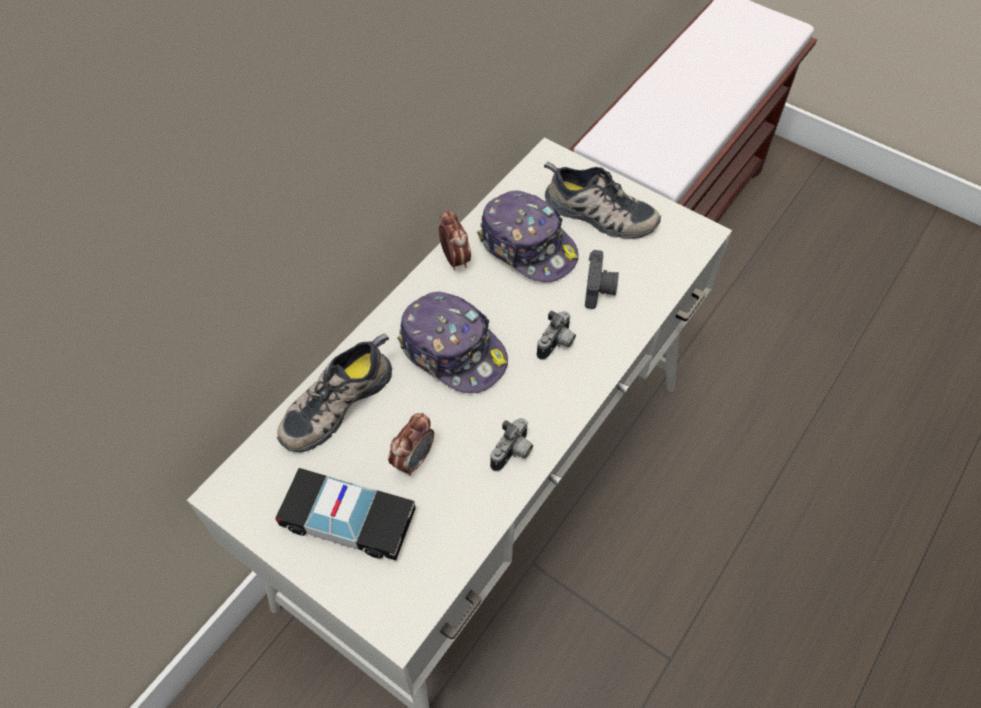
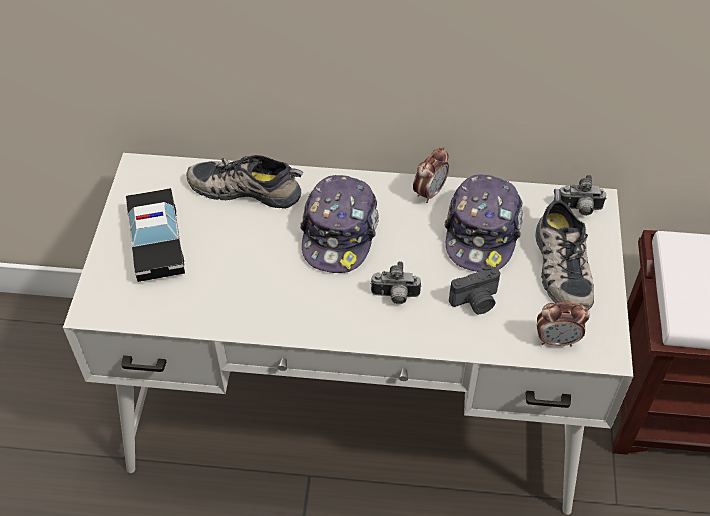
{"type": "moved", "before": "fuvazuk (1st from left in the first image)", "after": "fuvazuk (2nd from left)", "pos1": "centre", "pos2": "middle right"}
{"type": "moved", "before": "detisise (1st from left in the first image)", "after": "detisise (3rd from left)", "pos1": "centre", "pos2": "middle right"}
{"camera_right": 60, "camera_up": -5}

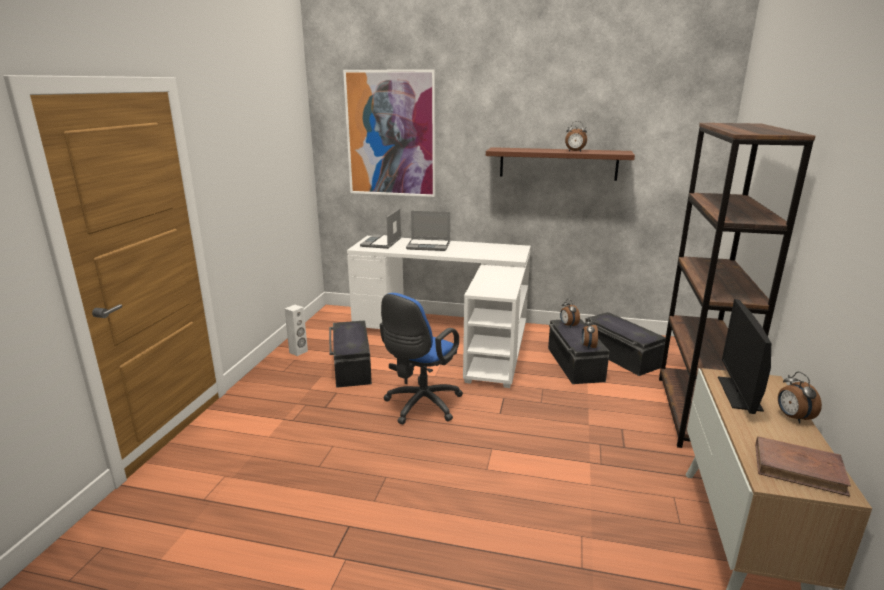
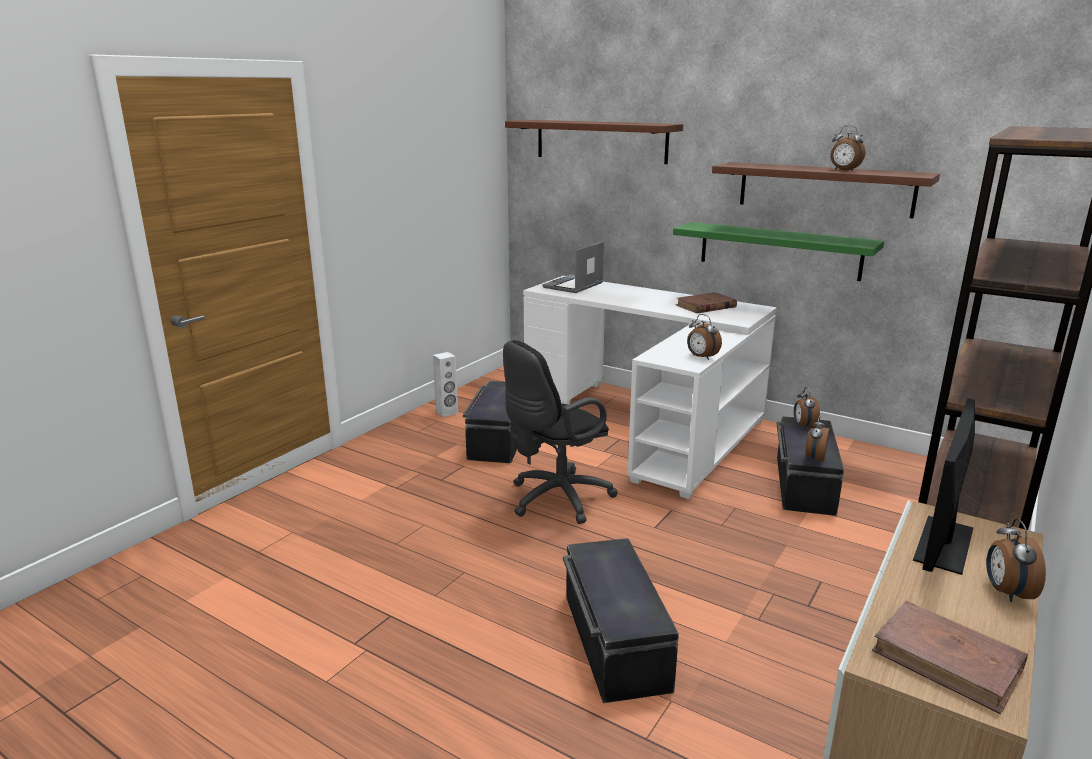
{"type": "replaced", "before": "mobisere", "after": "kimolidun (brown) (1st from left)", "pos1": "top centre", "pos2": "top centre"}
{"type": "recoloured", "before": "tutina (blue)", "after": "tutina (black)", "pos1": "centre", "pos2": "centre"}
{"type": "removed", "before": "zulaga (2nd from left)", "pos1": "centre"}
{"type": "moved", "before": "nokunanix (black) (3rd from left in the first image)", "after": "nokunanix (black) (2nd from left)", "pos1": "middle right", "pos2": "bottom centre"}
{"type": "added", "after": "kimolidun (green)", "pos2": "top right"}
{"type": "added", "after": "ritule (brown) (1st from left)", "pos2": "centre"}
{"type": "added", "after": "fuvazuk (1st from left)", "pos2": "centre"}
{"camera_right": 20, "camera_up": 0}

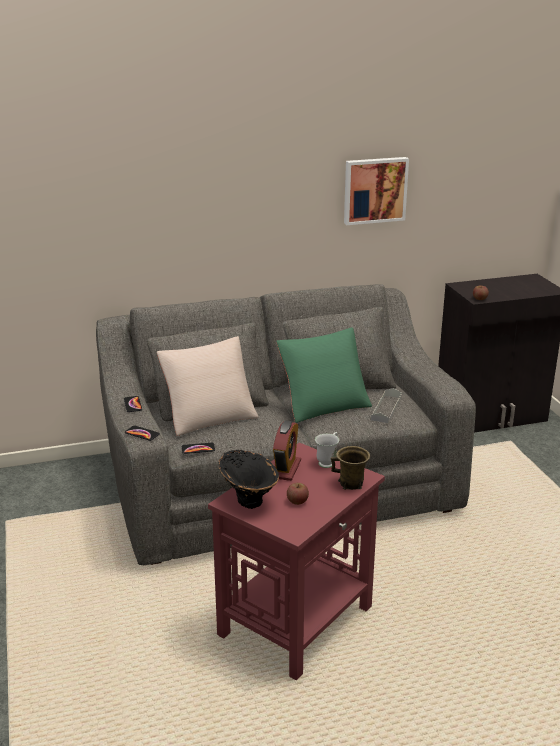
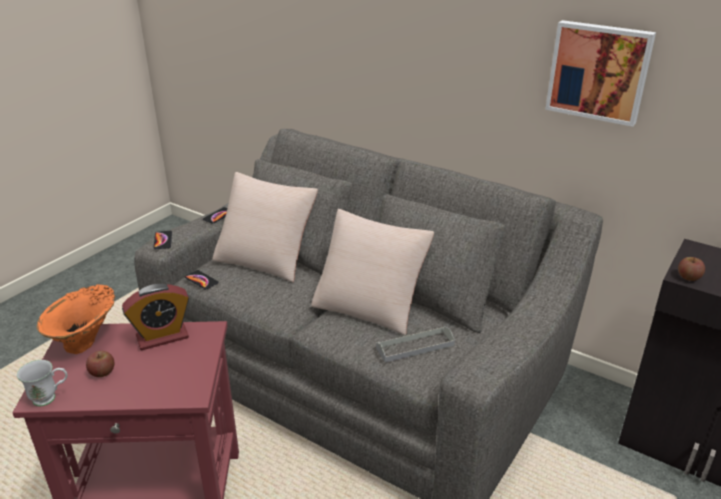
{"type": "recoloured", "before": "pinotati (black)", "after": "pinotati (orange)", "pos1": "centre", "pos2": "middle left"}
{"type": "recoloured", "before": "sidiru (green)", "after": "sidiru (beige) (2nd from left)", "pos1": "centre", "pos2": "centre"}
{"type": "moved", "before": "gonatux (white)", "pos1": "centre", "pos2": "bottom left"}
{"type": "removed", "before": "gonatux (brown)", "pos1": "centre"}
{"camera_right": 50, "camera_up": 5}

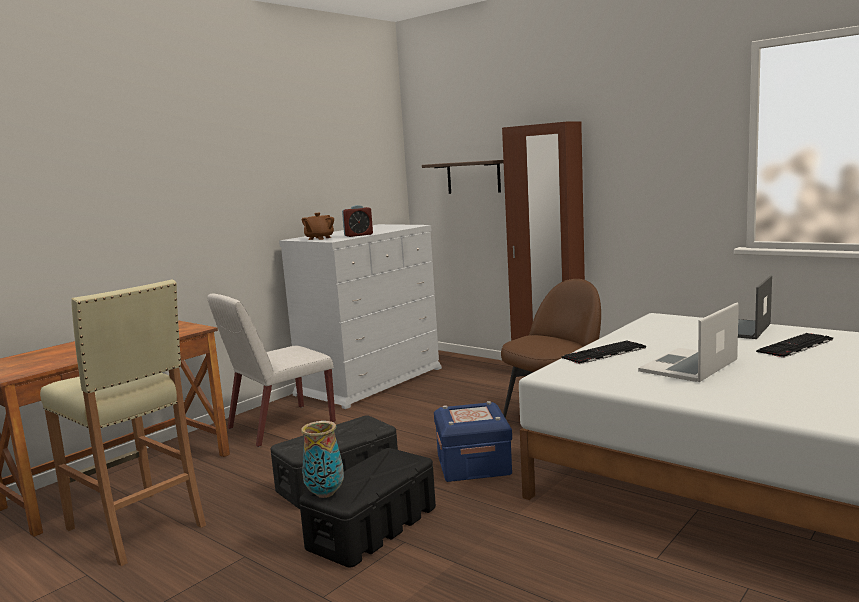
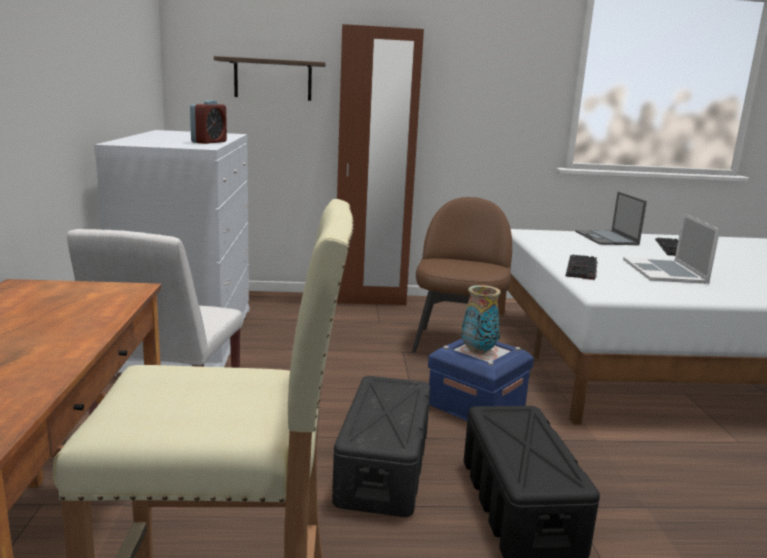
{"type": "moved", "before": "pinotati", "pos1": "bottom centre", "pos2": "centre"}
{"type": "removed", "before": "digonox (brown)", "pos1": "centre"}
{"camera_right": -45, "camera_up": 5}

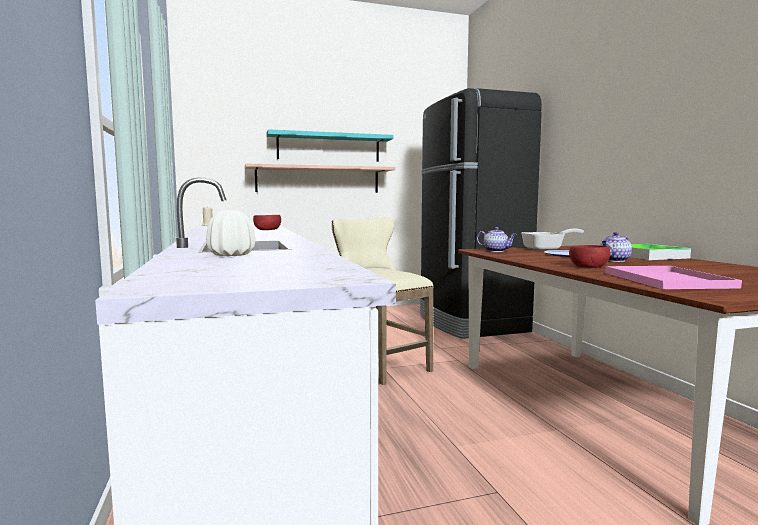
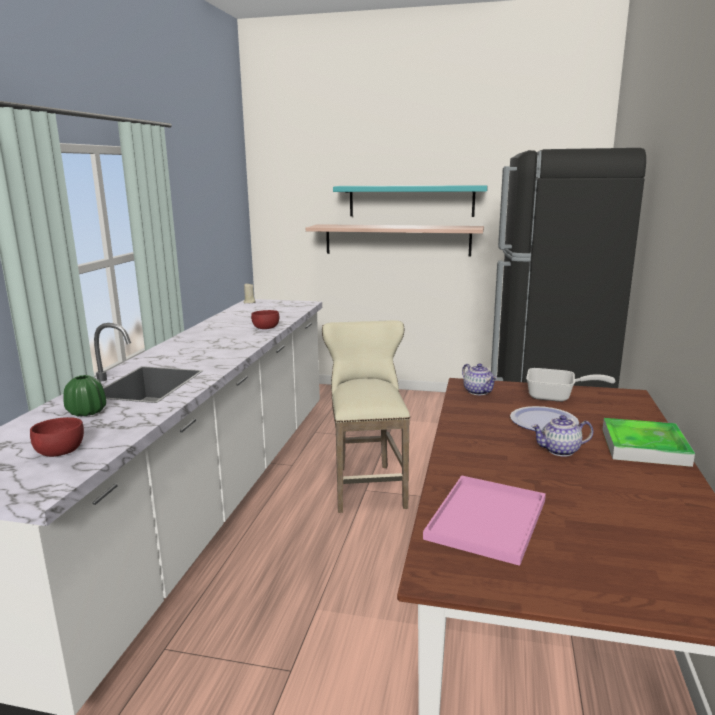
{"type": "recoloured", "before": "pinotati (white)", "after": "pinotati (green)", "pos1": "middle left", "pos2": "middle left"}
{"type": "moved", "before": "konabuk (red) (2nd from left in the first image)", "after": "konabuk (red) (1st from left)", "pos1": "middle right", "pos2": "middle left"}
{"camera_right": 30, "camera_up": 10}

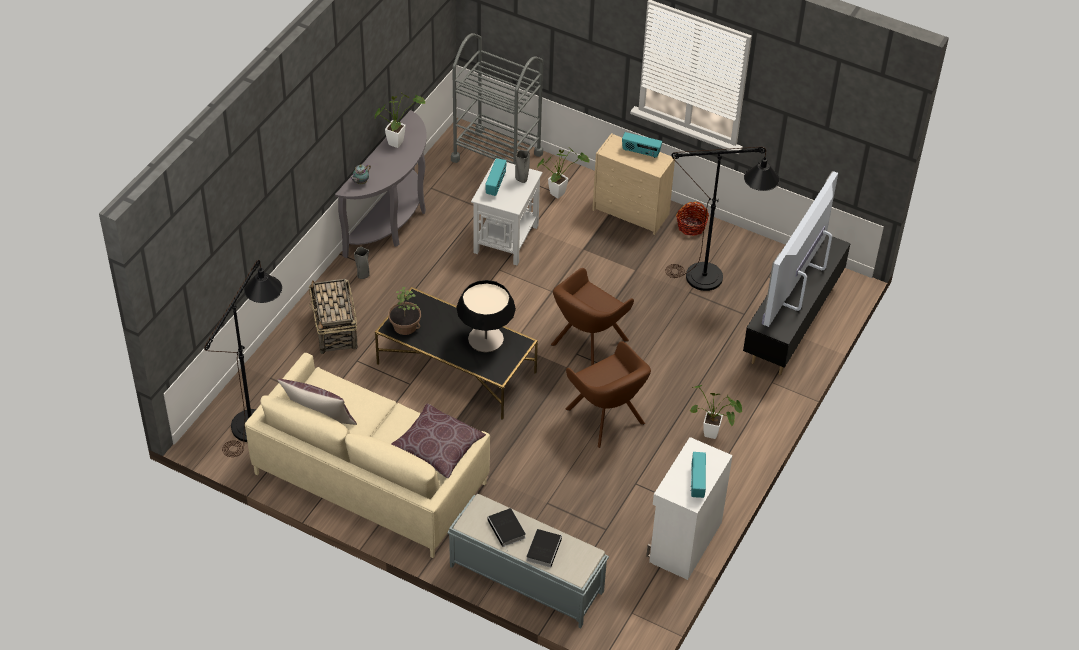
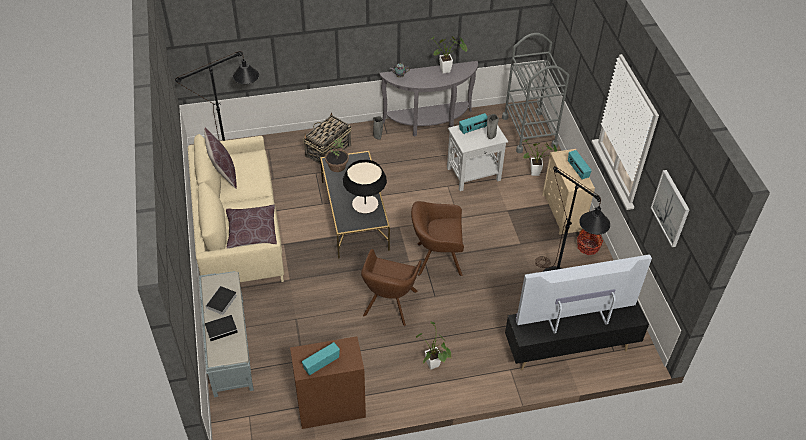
{"type": "recoloured", "before": "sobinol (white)", "after": "sobinol (brown)", "pos1": "bottom centre", "pos2": "bottom centre"}
{"type": "added", "after": "mobisere", "pos2": "middle right"}
{"camera_right": 50, "camera_up": 0}

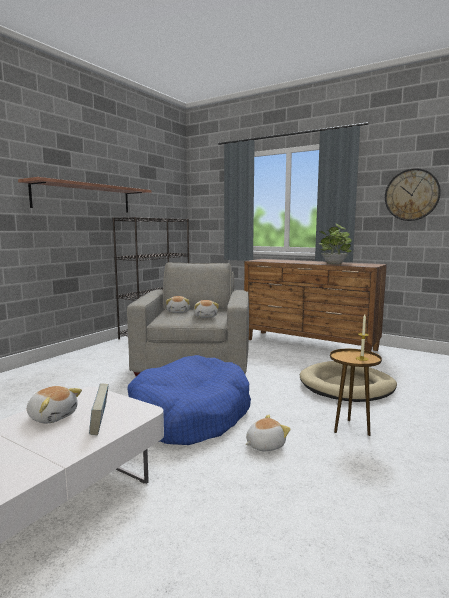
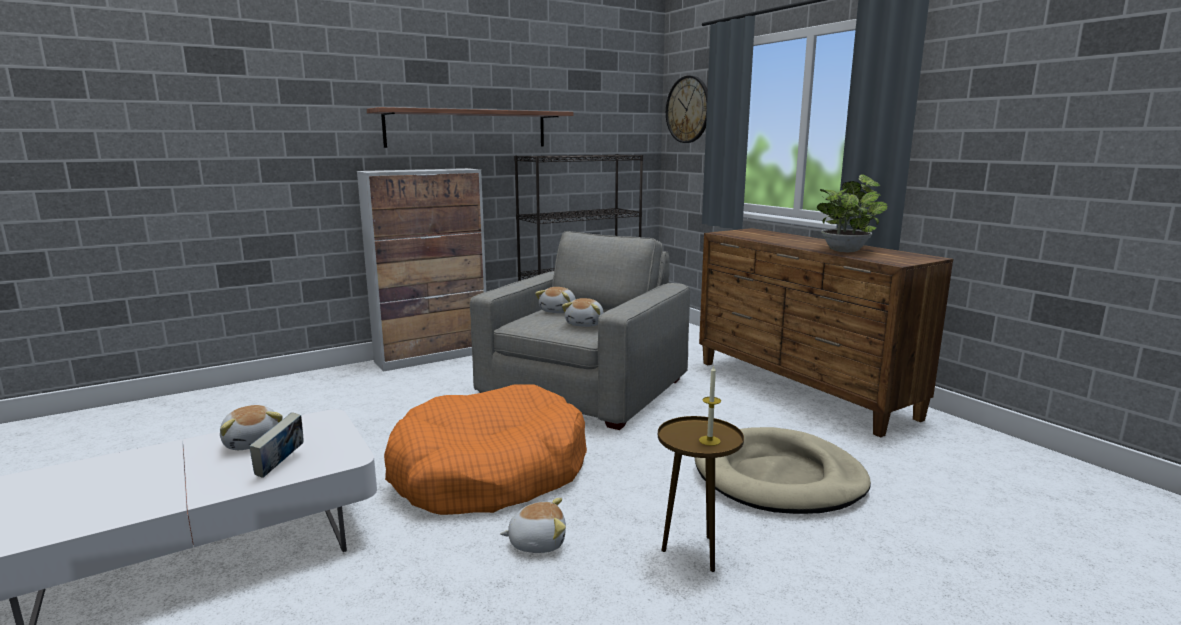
{"type": "recoloured", "before": "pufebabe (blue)", "after": "pufebabe (orange)", "pos1": "bottom centre", "pos2": "bottom centre"}
{"type": "moved", "before": "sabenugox", "pos1": "top right", "pos2": "top centre"}
{"type": "added", "after": "sobinol", "pos2": "centre"}
{"camera_right": 25, "camera_up": 5}

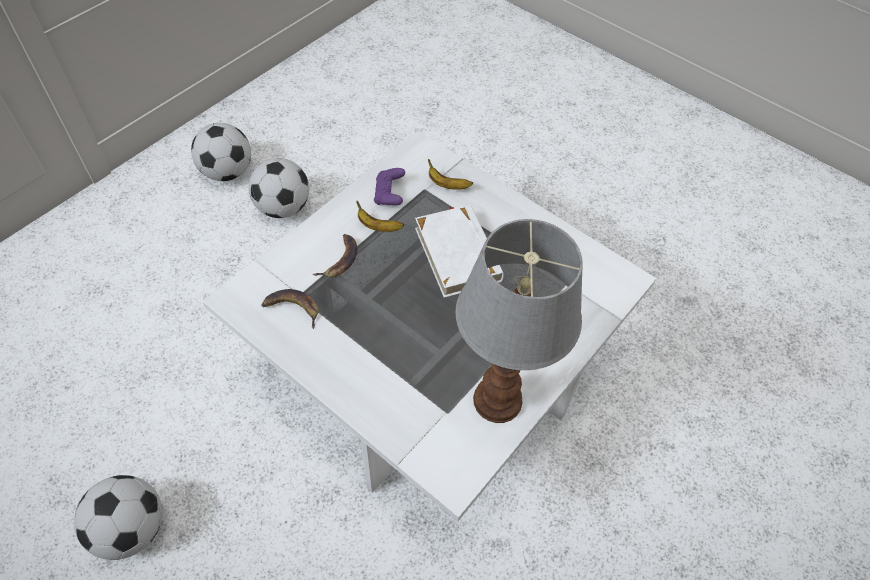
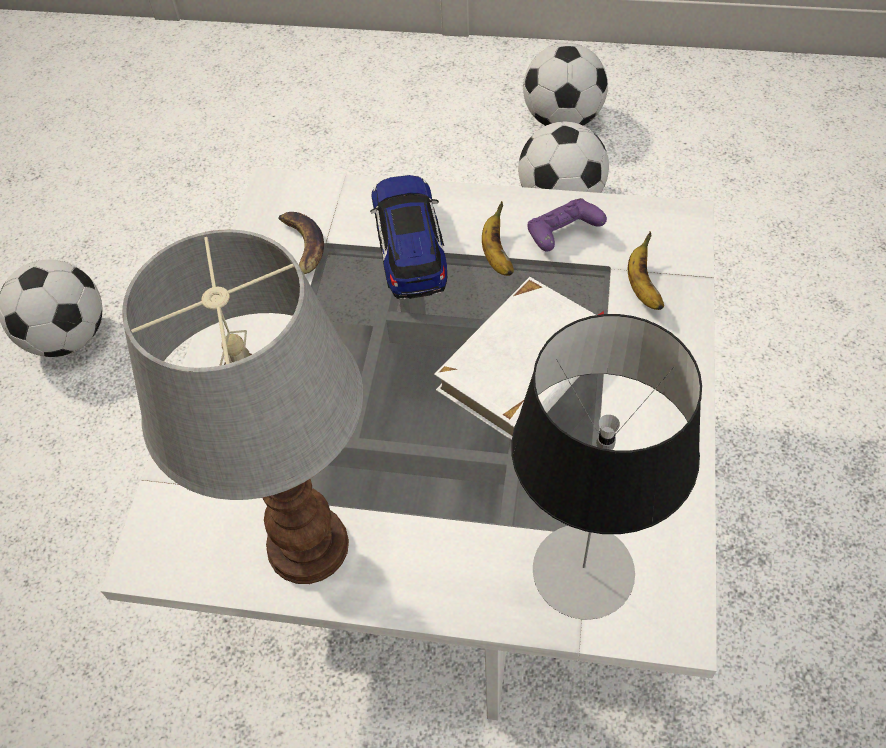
{"type": "replaced", "before": "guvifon (2nd from left)", "after": "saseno", "pos1": "centre", "pos2": "top centre"}
{"type": "added", "after": "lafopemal (2nd from left)", "pos2": "middle right"}
{"camera_right": 65, "camera_up": 0}

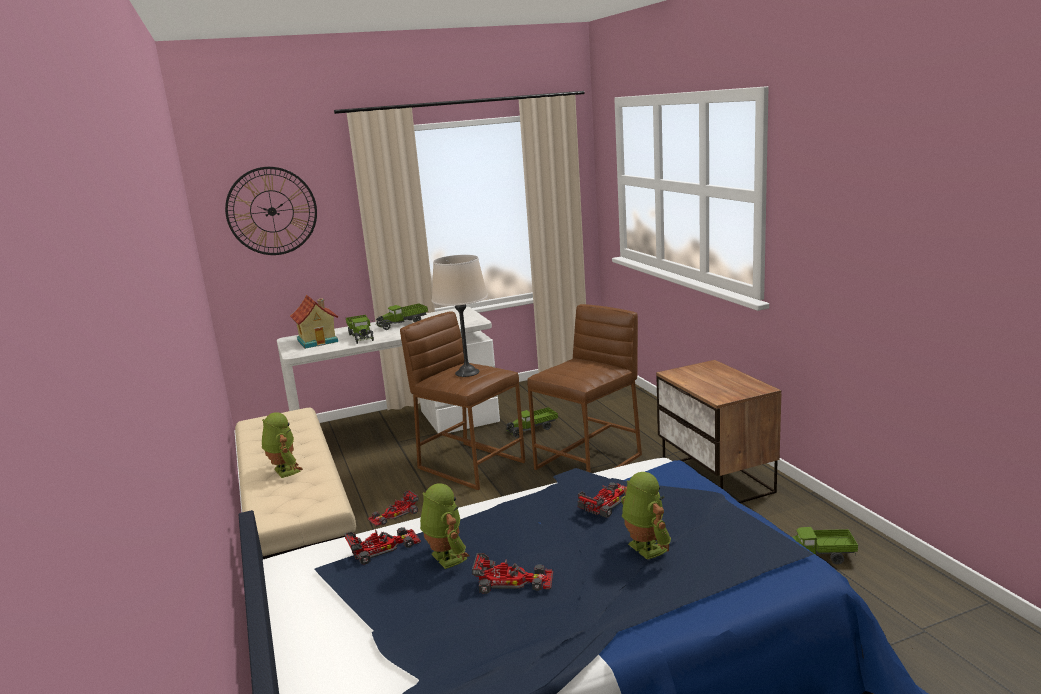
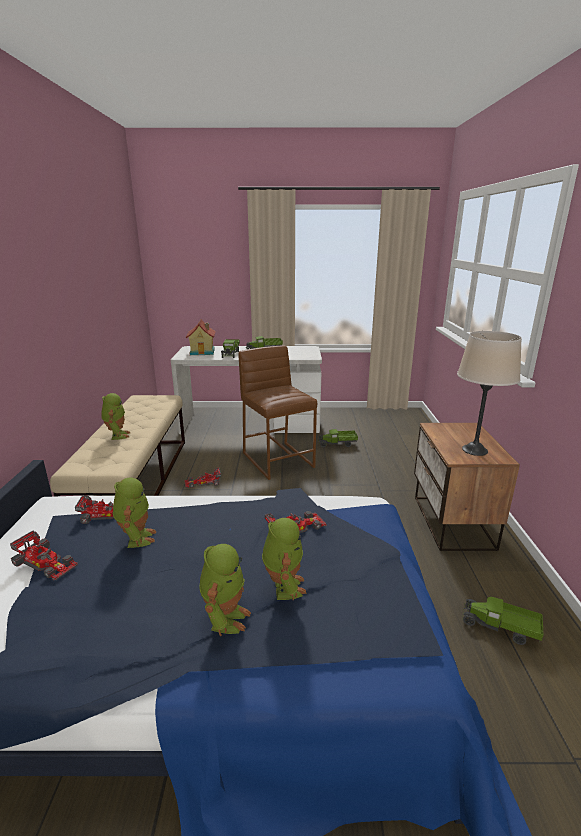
{"type": "removed", "before": "sabenugox", "pos1": "top left"}
{"type": "moved", "before": "lafopemal (beige)", "pos1": "centre", "pos2": "middle right"}
{"type": "moved", "before": "saseno (3rd from left in the first image)", "after": "saseno (1st from left)", "pos1": "bottom centre", "pos2": "middle left"}
{"type": "removed", "before": "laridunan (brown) (2nd from left)", "pos1": "centre"}
{"type": "added", "after": "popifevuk (3rd from left)", "pos2": "bottom centre"}
{"camera_right": 20, "camera_up": 5}

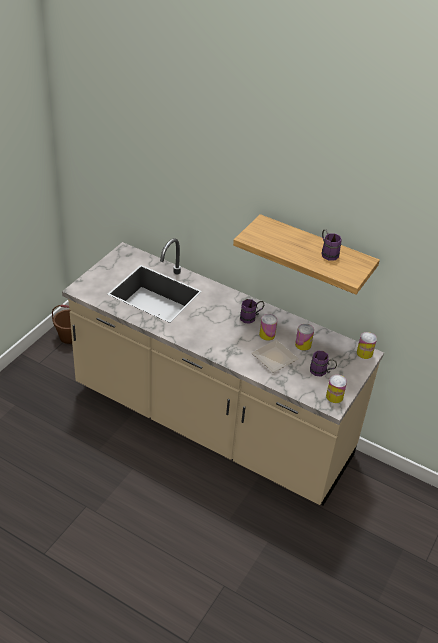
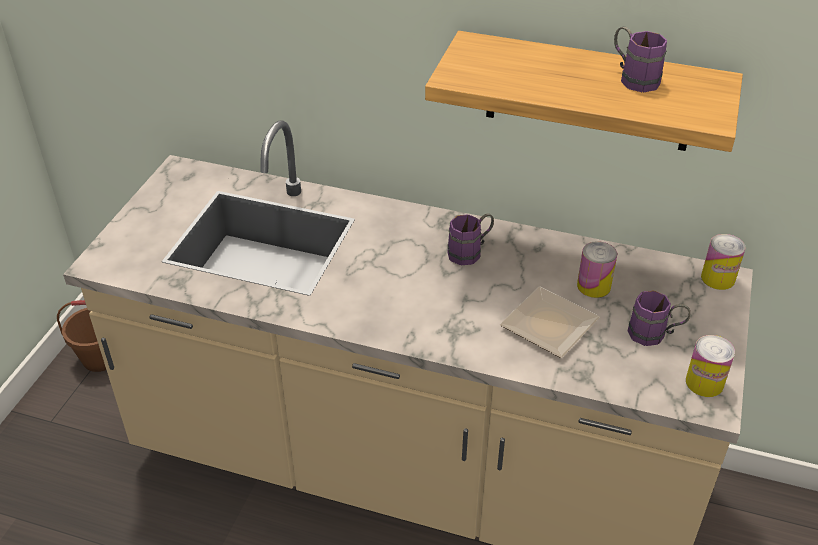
{"type": "removed", "before": "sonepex (1st from left)", "pos1": "centre"}
{"camera_right": -10, "camera_up": 0}

